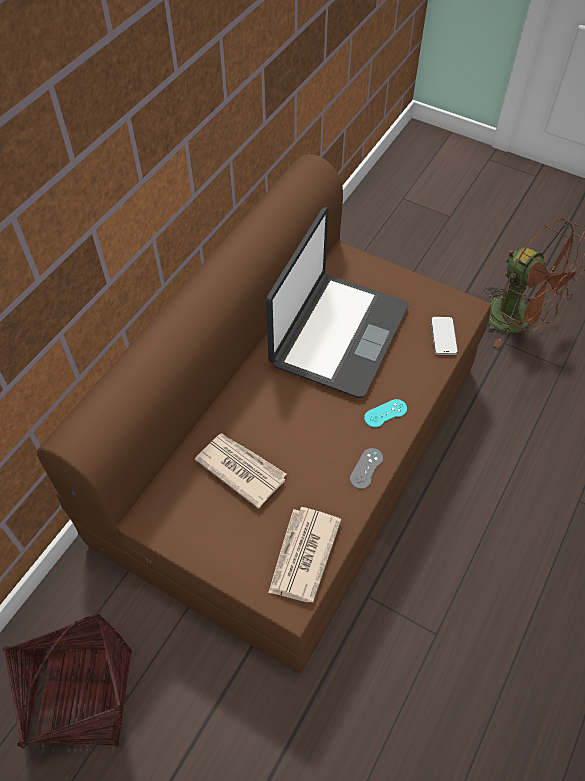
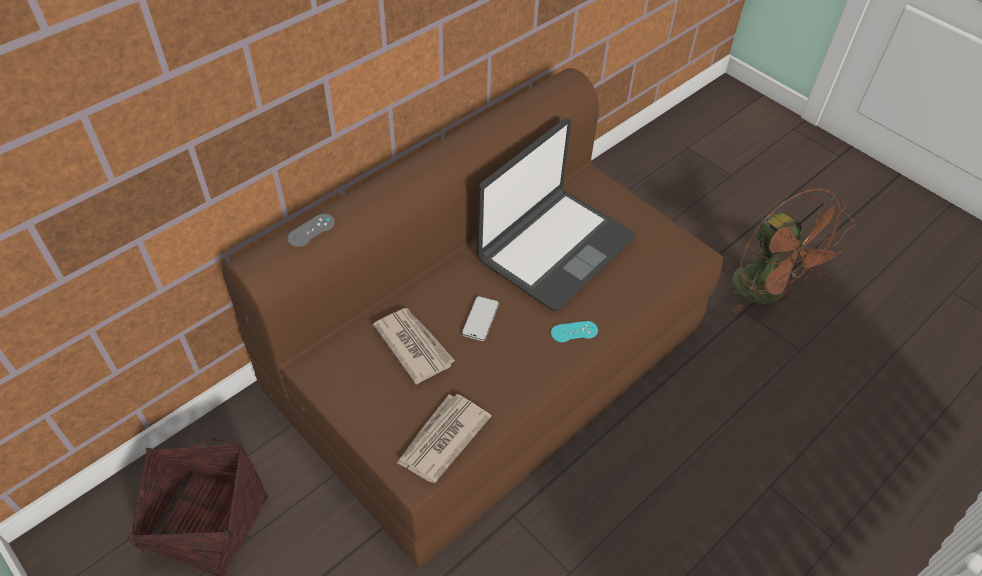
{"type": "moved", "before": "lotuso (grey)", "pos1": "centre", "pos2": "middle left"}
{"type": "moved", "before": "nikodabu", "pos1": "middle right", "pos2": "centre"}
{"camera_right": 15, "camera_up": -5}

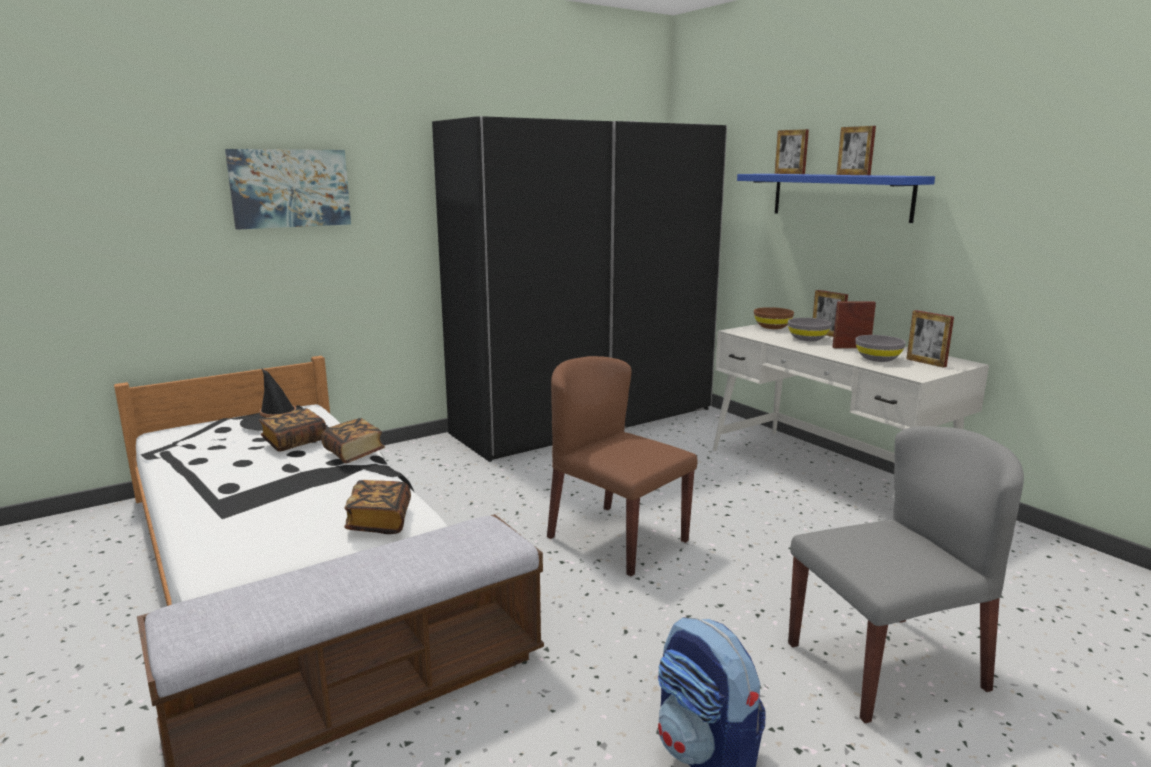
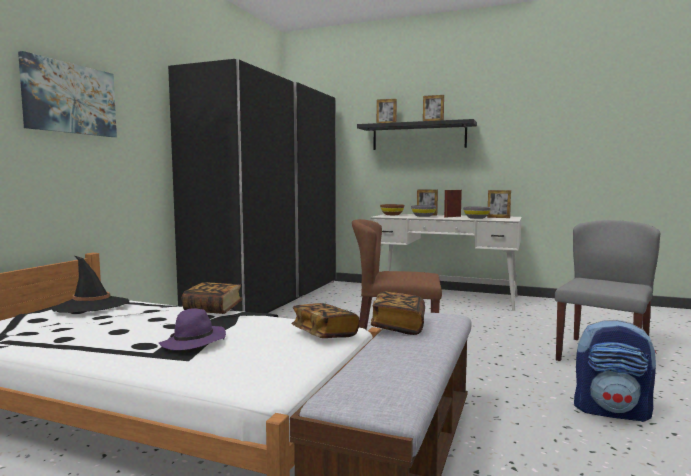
{"type": "moved", "before": "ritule (1st from left in the first image)", "after": "ritule (3rd from left)", "pos1": "middle left", "pos2": "centre"}
{"type": "recoloured", "before": "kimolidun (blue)", "after": "kimolidun (black)", "pos1": "top right", "pos2": "top centre"}
{"type": "added", "after": "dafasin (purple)", "pos2": "bottom left"}
{"camera_right": -35, "camera_up": -10}

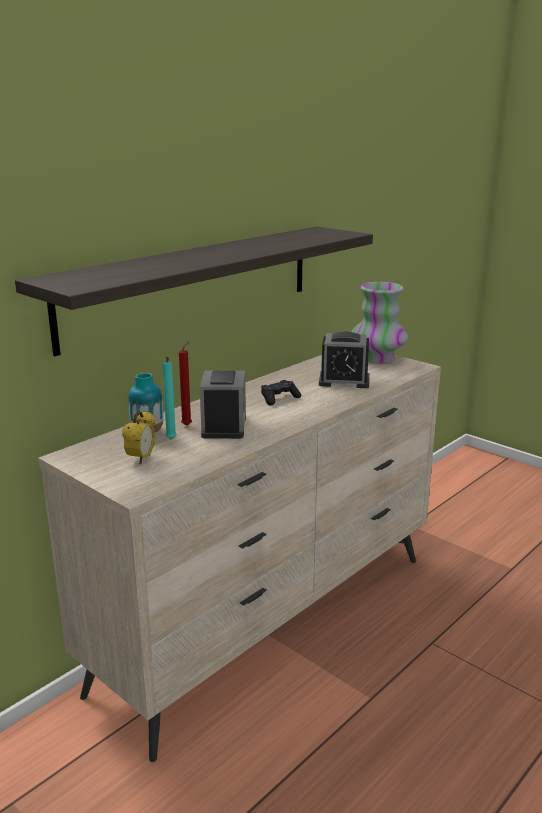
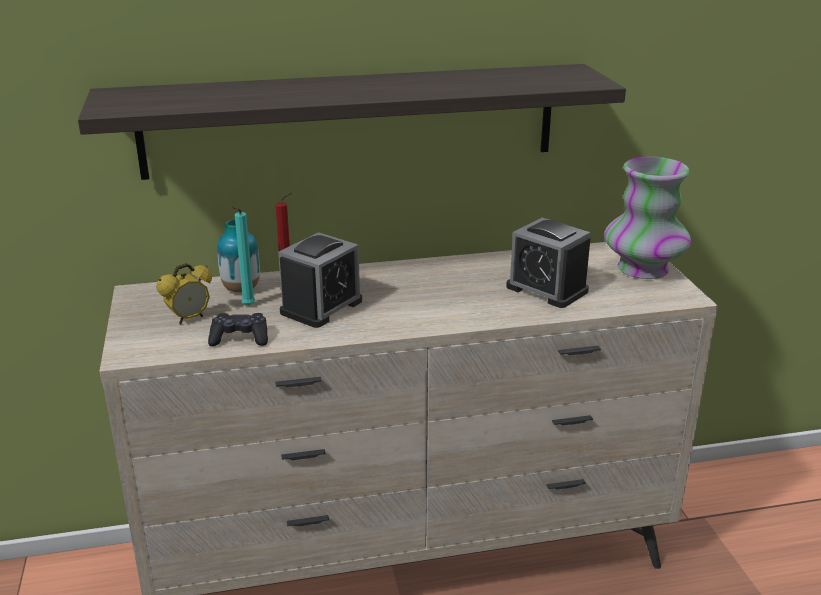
{"type": "moved", "before": "lotuso (black)", "pos1": "centre", "pos2": "middle left"}
{"camera_right": 35, "camera_up": 5}

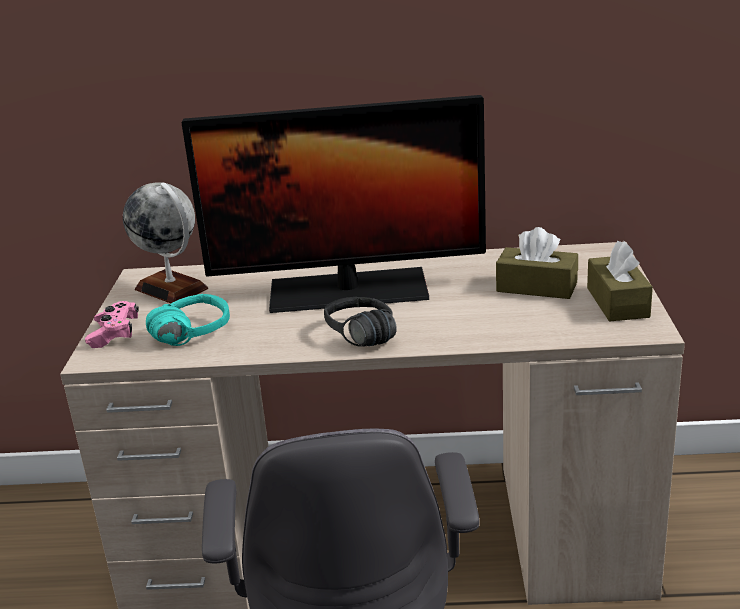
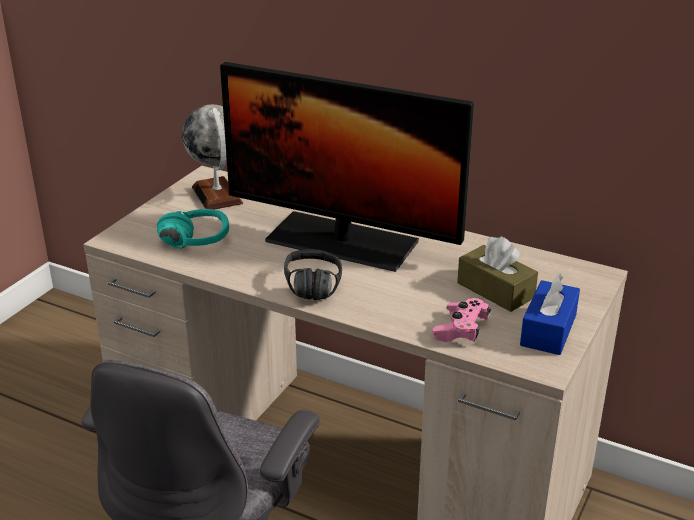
{"type": "moved", "before": "lotuso (pink)", "pos1": "middle left", "pos2": "centre"}
{"type": "recoloured", "before": "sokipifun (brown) (2nd from left)", "after": "sokipifun (blue)", "pos1": "middle right", "pos2": "middle right"}
{"camera_right": 25, "camera_up": 5}

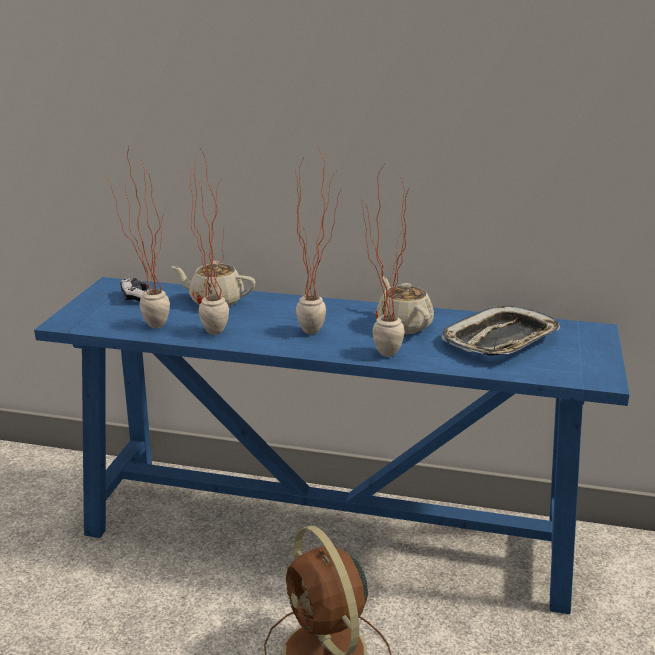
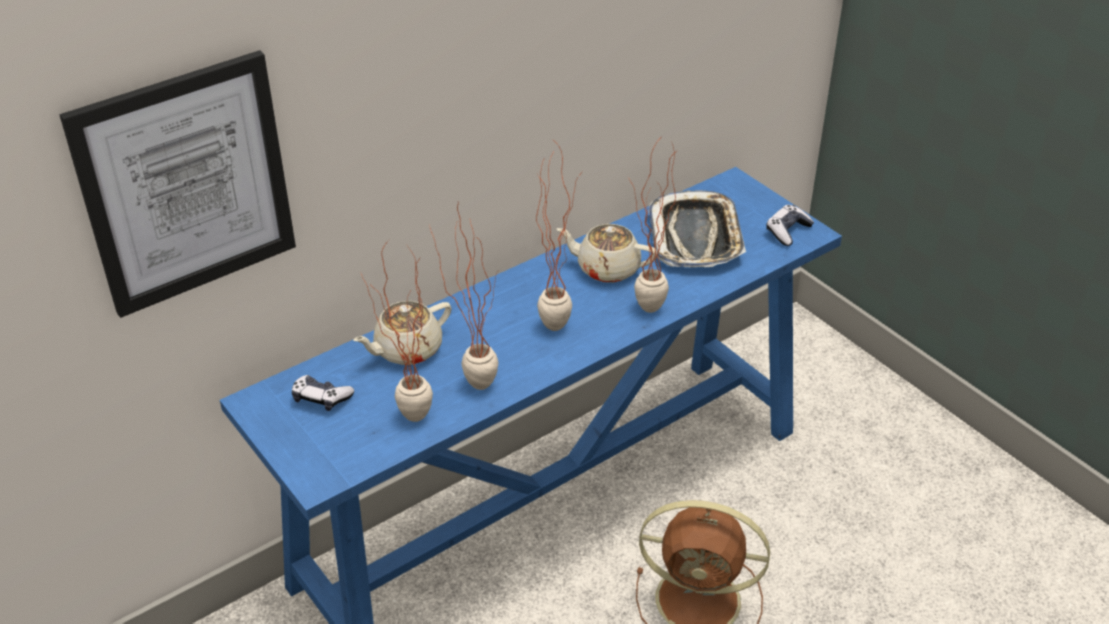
{"type": "added", "after": "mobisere", "pos2": "top left"}
{"type": "added", "after": "lotuso (2nd from left)", "pos2": "middle right"}
{"camera_right": -50, "camera_up": 15}

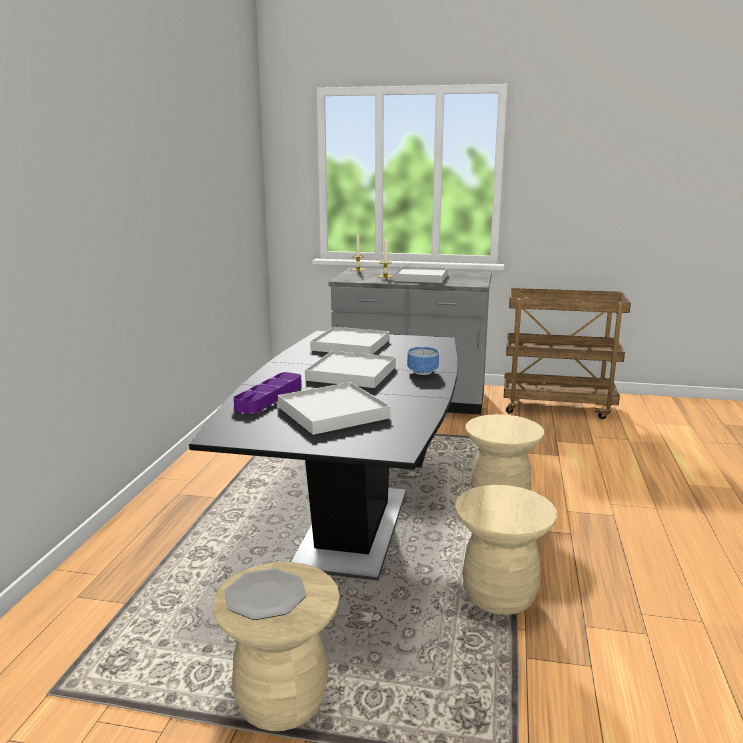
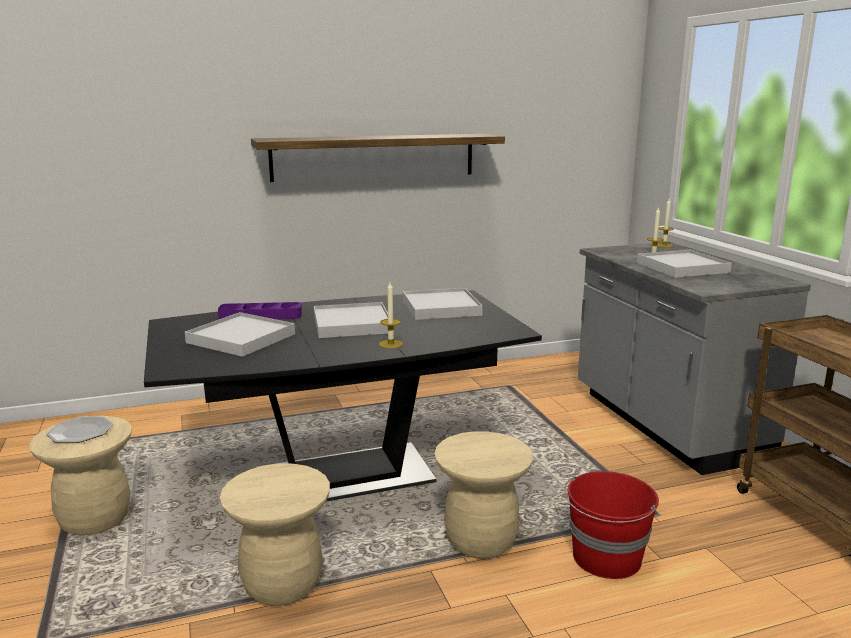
{"type": "replaced", "before": "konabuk", "after": "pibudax (1st from left)", "pos1": "centre", "pos2": "centre"}
{"type": "added", "after": "kimolidun", "pos2": "top centre"}
{"type": "added", "after": "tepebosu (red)", "pos2": "bottom right"}
{"camera_right": 60, "camera_up": 0}

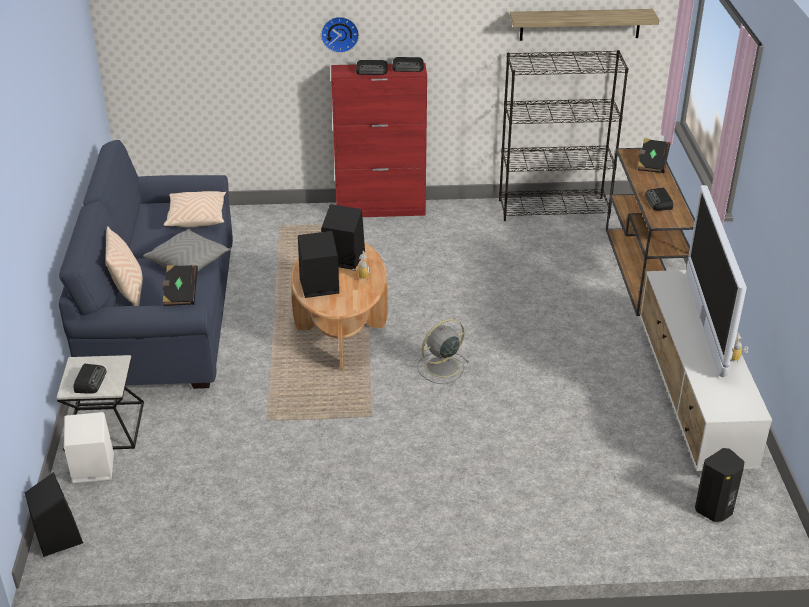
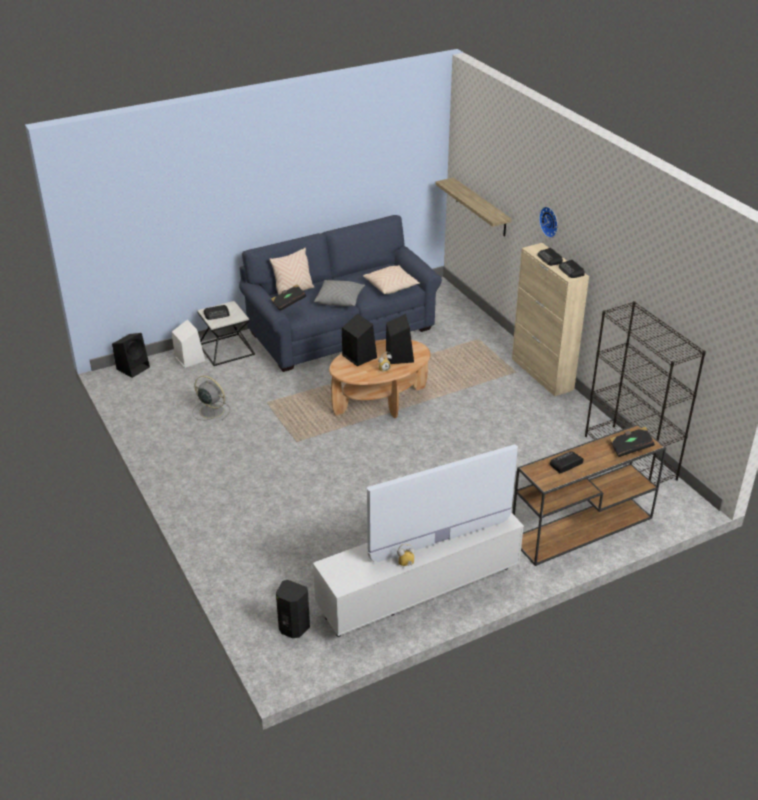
{"type": "recoloured", "before": "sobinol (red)", "after": "sobinol (beige)", "pos1": "top centre", "pos2": "middle right"}
{"type": "moved", "before": "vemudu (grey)", "pos1": "centre", "pos2": "middle left"}
{"type": "moved", "before": "kimolidun", "pos1": "top right", "pos2": "top centre"}
{"camera_right": 65, "camera_up": 0}

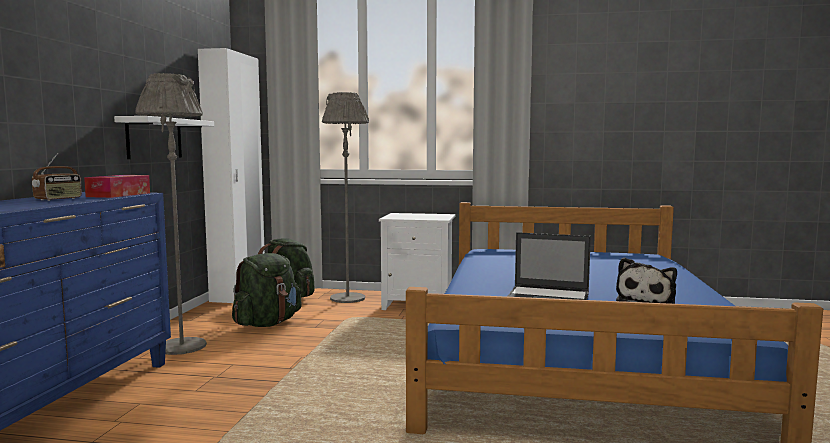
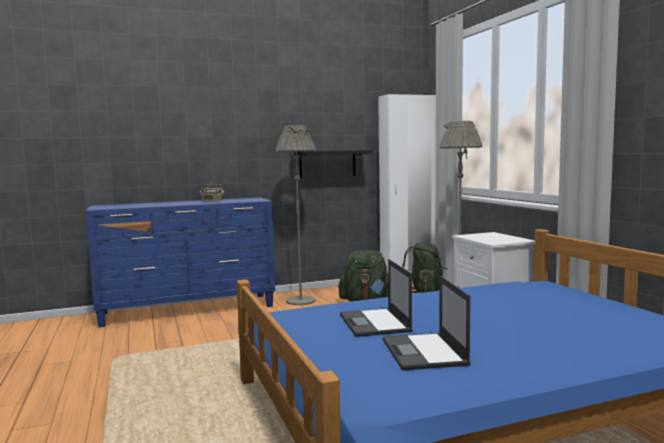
{"type": "removed", "before": "sokipifun", "pos1": "middle left"}
{"type": "recoloured", "before": "kimolidun (white)", "after": "kimolidun (black)", "pos1": "top left", "pos2": "centre"}
{"type": "replaced", "before": "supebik", "after": "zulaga (2nd from left)", "pos1": "middle right", "pos2": "bottom centre"}
{"camera_right": 60, "camera_up": 0}

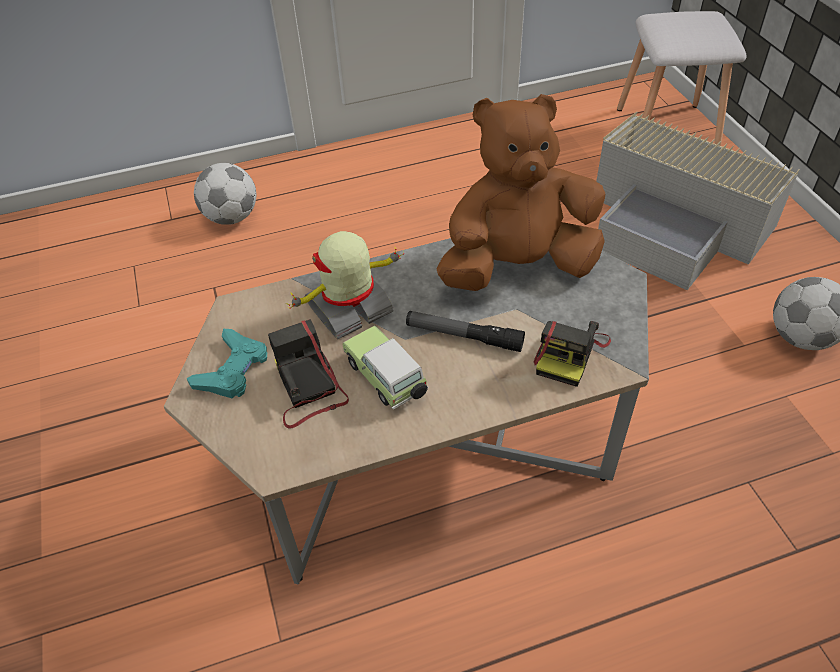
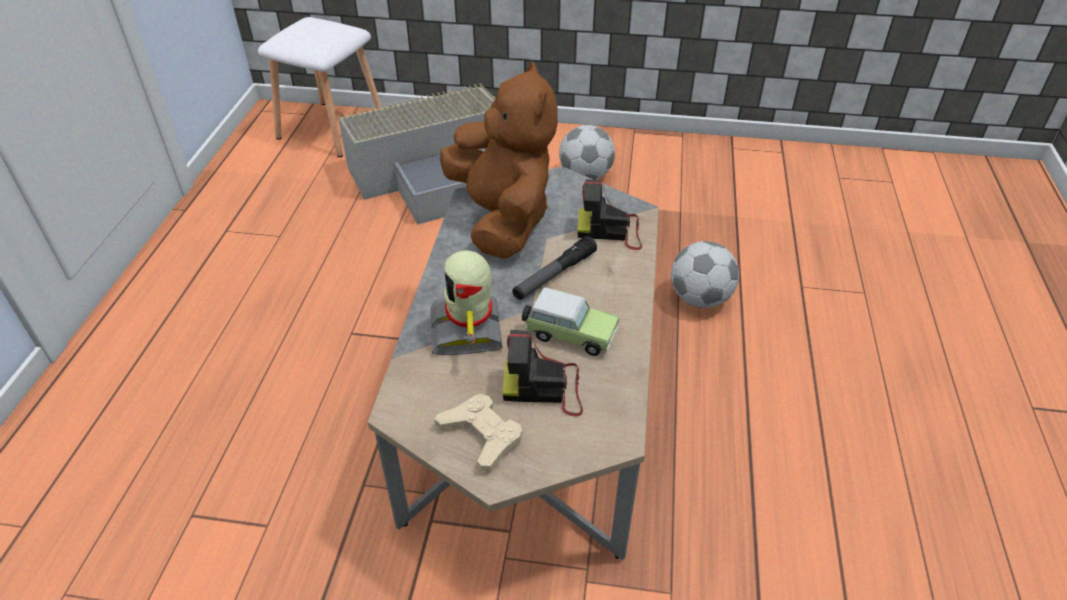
{"type": "recoloured", "before": "lotuso (turquoise)", "after": "lotuso (beige)", "pos1": "middle left", "pos2": "bottom centre"}
{"type": "moved", "before": "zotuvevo (1st from left in the first image)", "after": "zotuvevo (2nd from left)", "pos1": "top left", "pos2": "centre"}
{"type": "turned", "before": "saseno", "pos1": "centre", "pos2": "centre", "turn": -150}
{"type": "turned", "before": "supebik (brown)", "pos1": "top centre", "pos2": "top centre", "turn": 150}
{"type": "turned", "before": "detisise (2nd from left)", "pos1": "middle right", "pos2": "centre", "turn": 135}
{"camera_right": -65, "camera_up": -5}

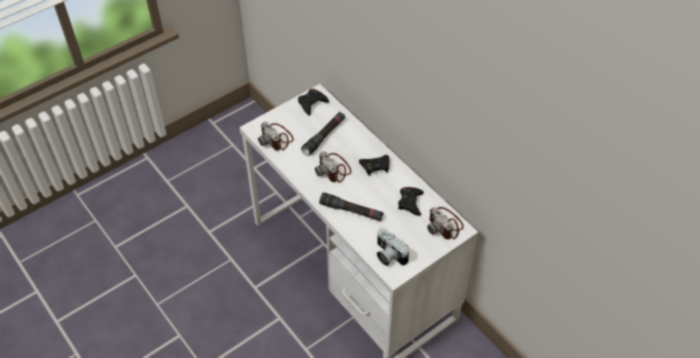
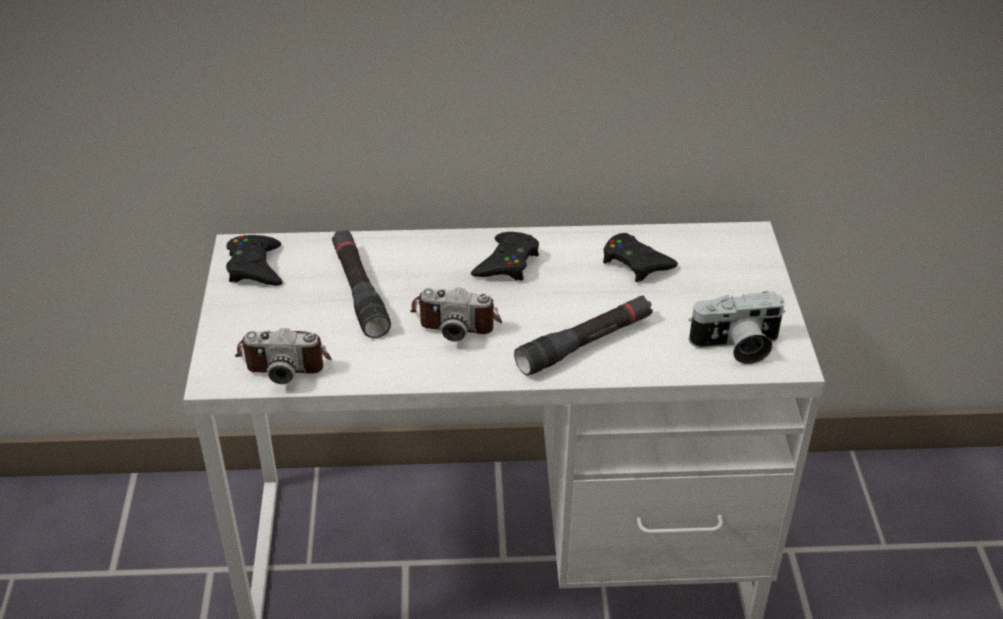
{"type": "removed", "before": "detisise (4th from left)", "pos1": "centre"}
{"camera_right": -55, "camera_up": -10}

